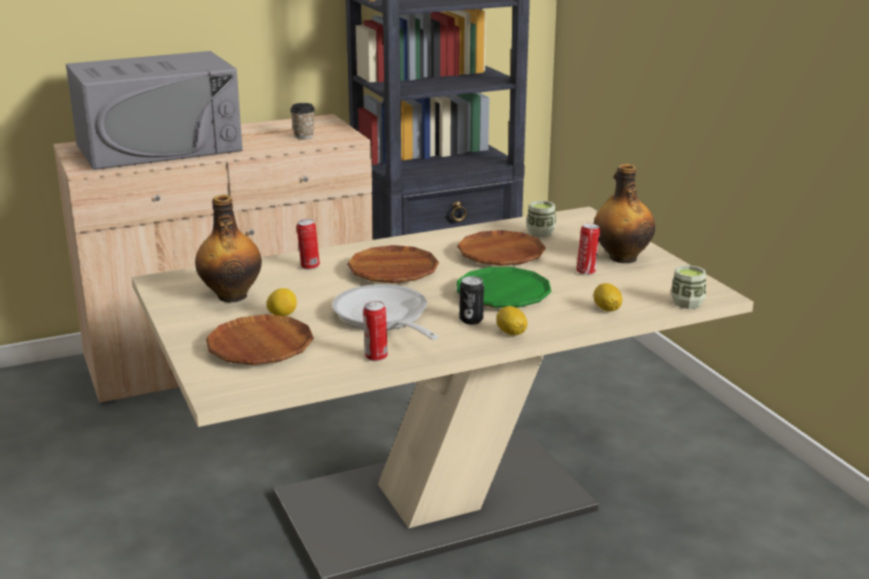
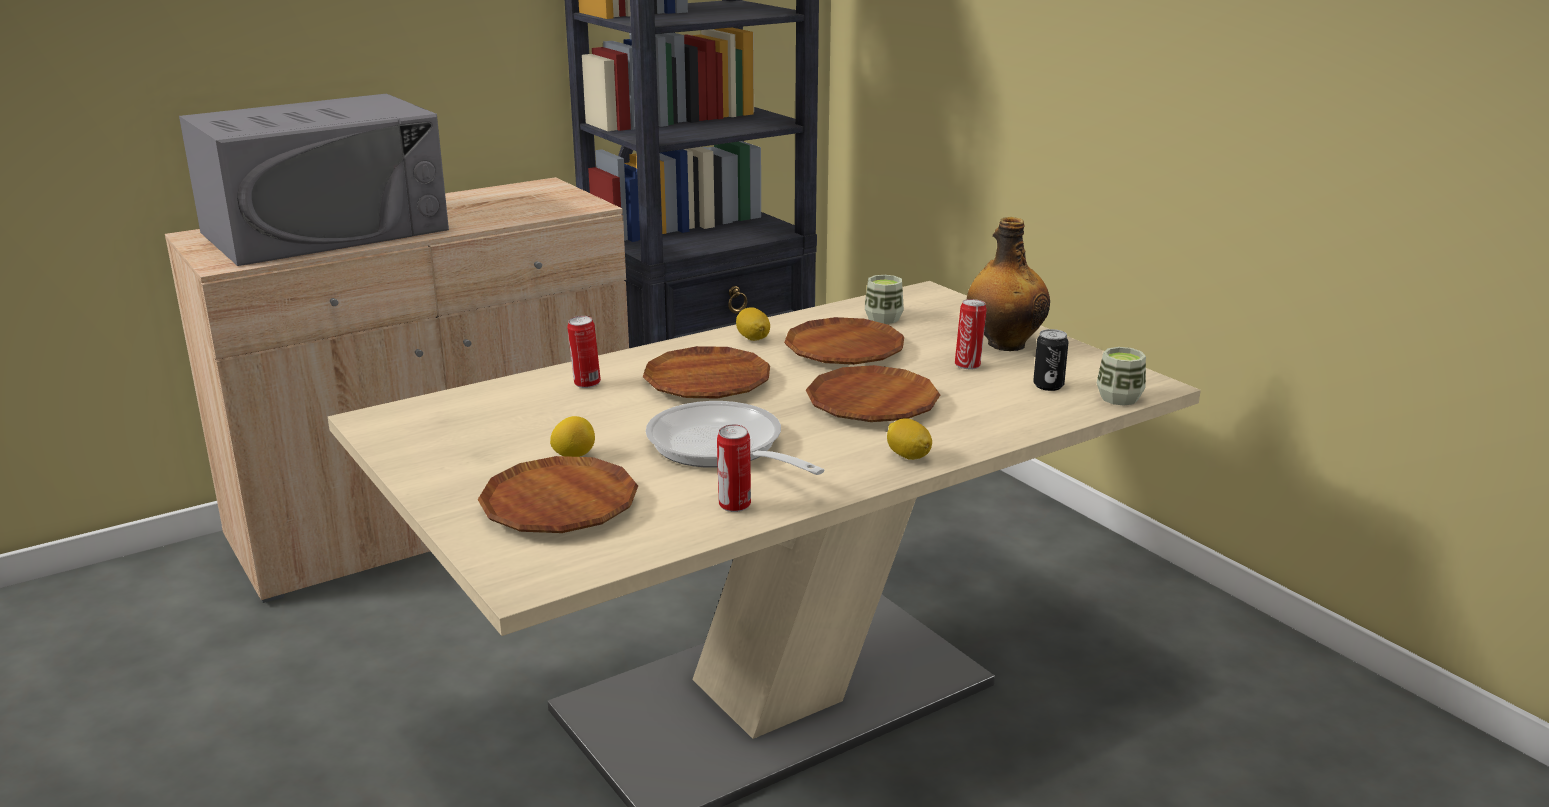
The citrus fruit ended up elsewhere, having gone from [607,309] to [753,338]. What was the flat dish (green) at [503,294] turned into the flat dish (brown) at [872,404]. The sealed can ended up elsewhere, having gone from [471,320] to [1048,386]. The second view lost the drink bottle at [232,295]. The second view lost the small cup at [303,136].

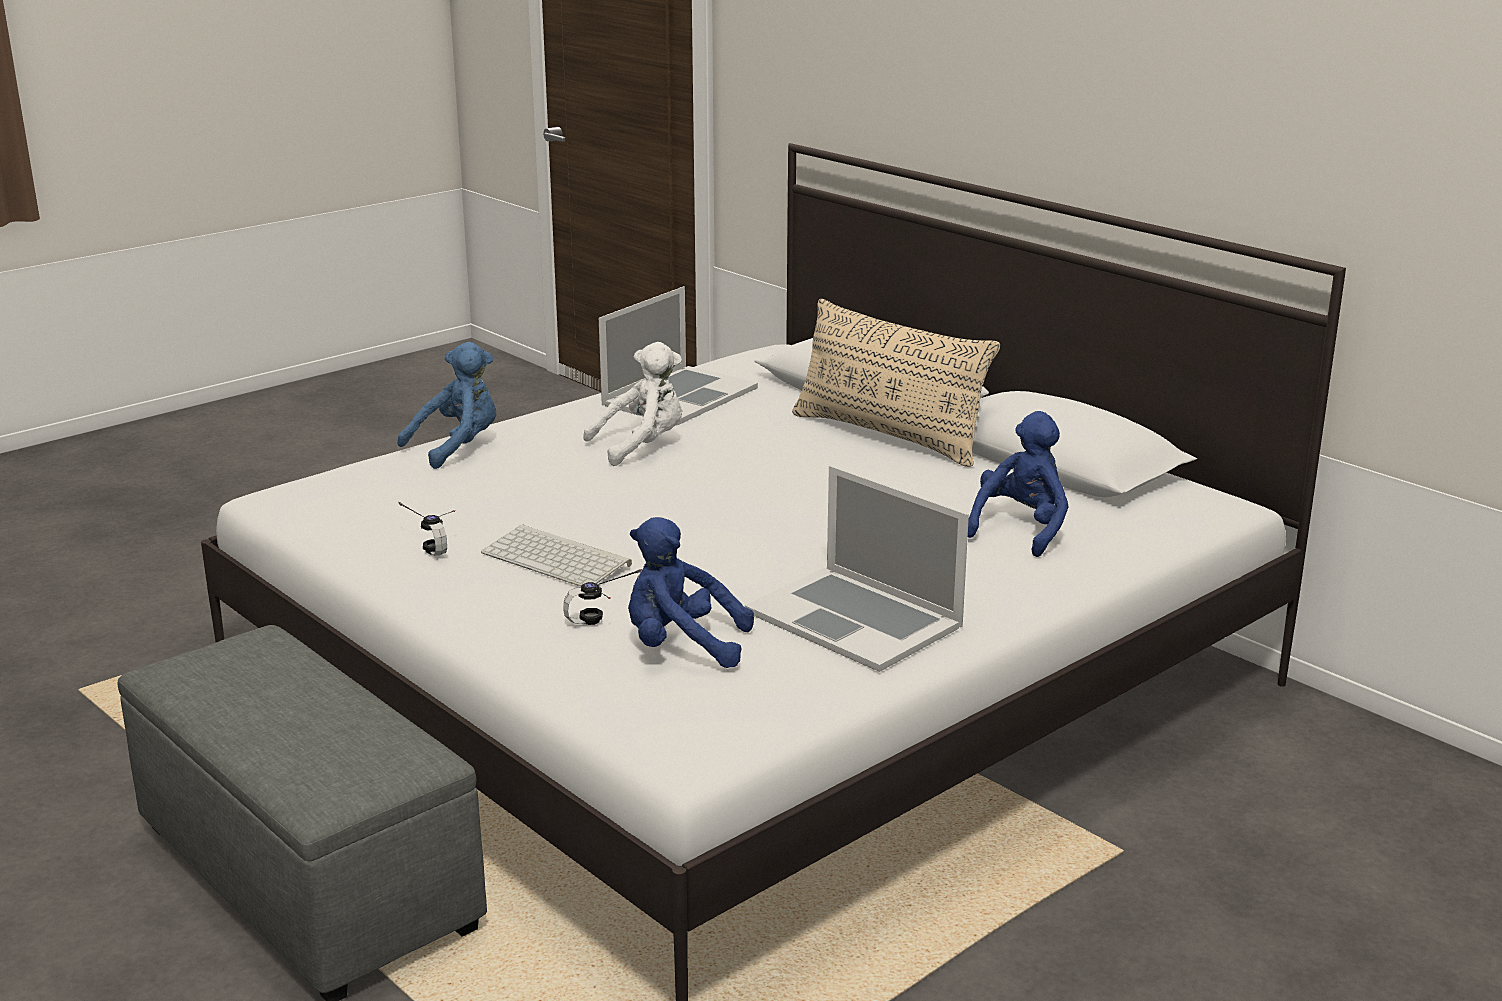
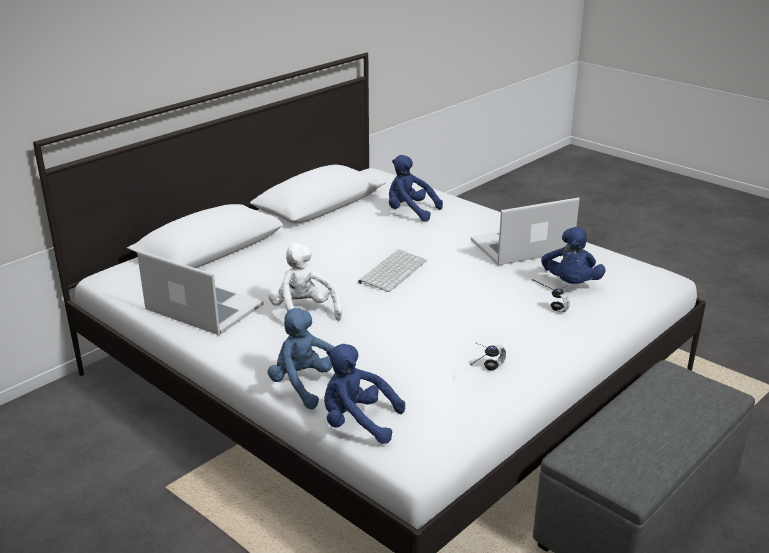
The second view gained the plush toy (blue) at [357,422]. The computer keyboard ended up elsewhere, having gone from [559,558] to [392,271]. The laptop at [854,618] ended up facing another way, 150 degrees counterclockwise from before. The second view lost the pillow (beige) at [888,436].

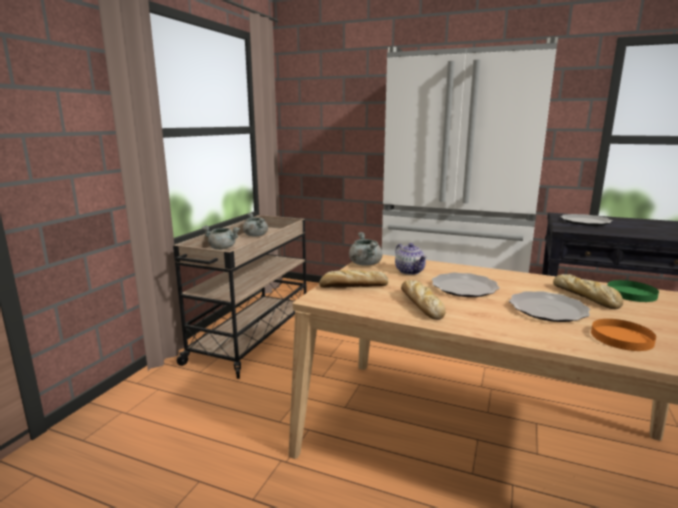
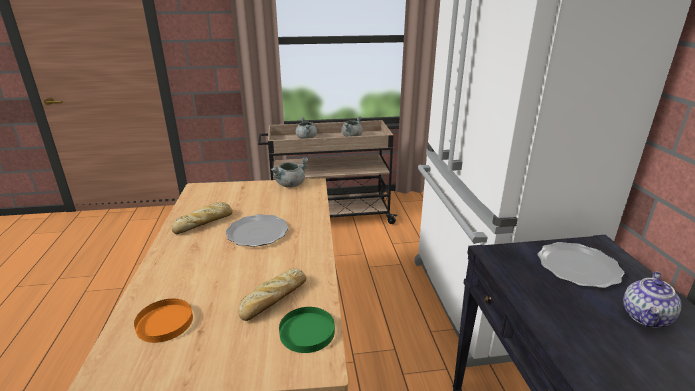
The teapot ended up elsewhere, having gone from [410,271] to [646,317]. The second view lost the baked bread at [352,286]. The second view lost the flat dish at [548,309].

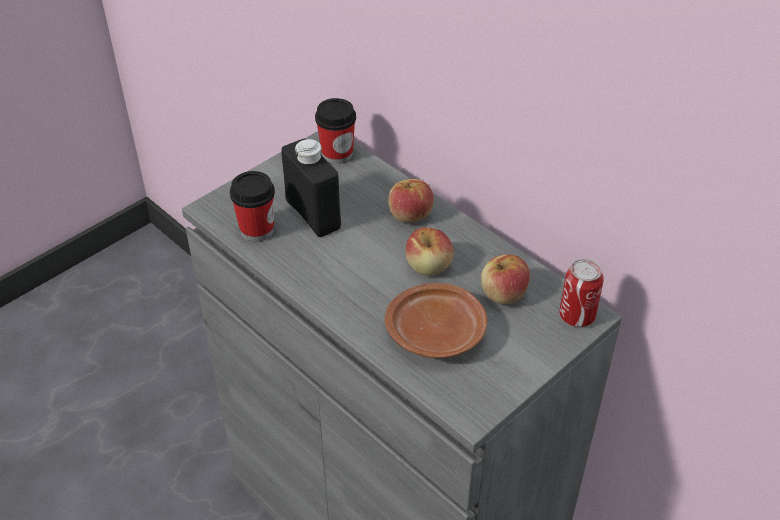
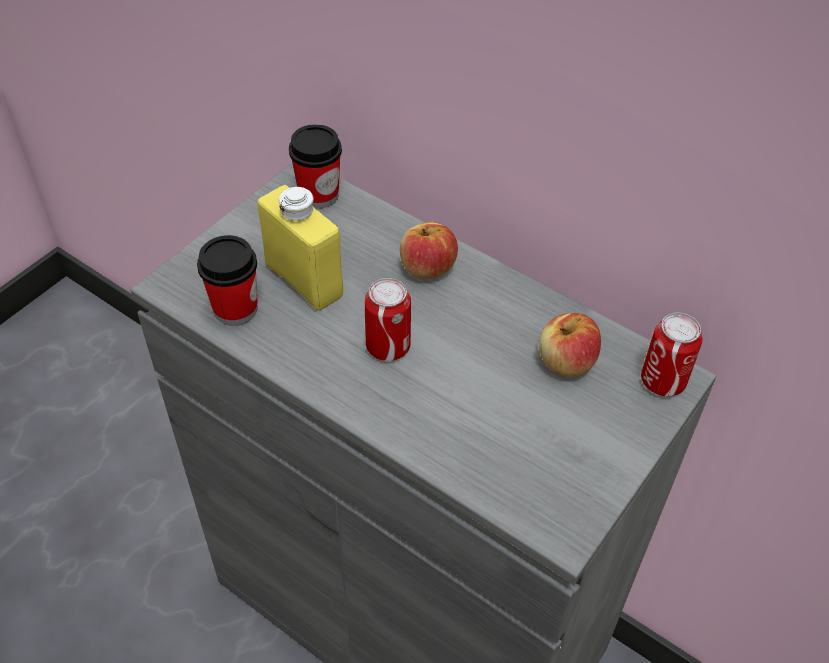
What was the drink bottle (black-coloured) at [313,214] turned into the drink bottle (yellow-coloured) at [304,280]. The second view gained the sealed can at [388,346]. The second view lost the flat dish (brown) at [437,332]. The second view lost the whole apple at [428,266].

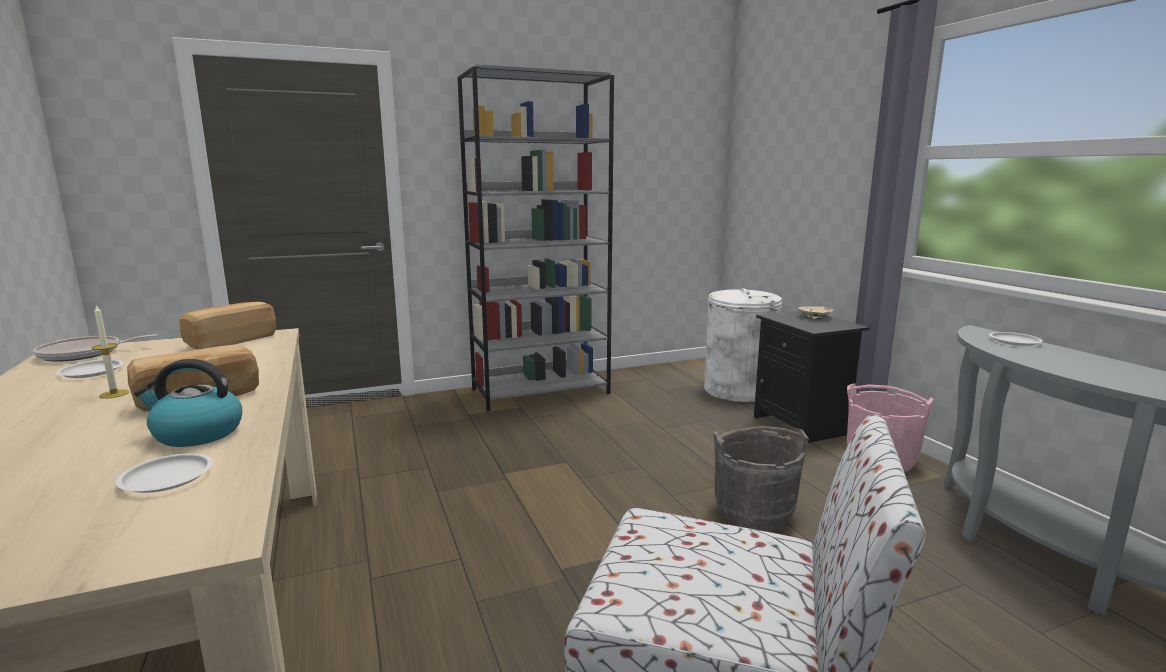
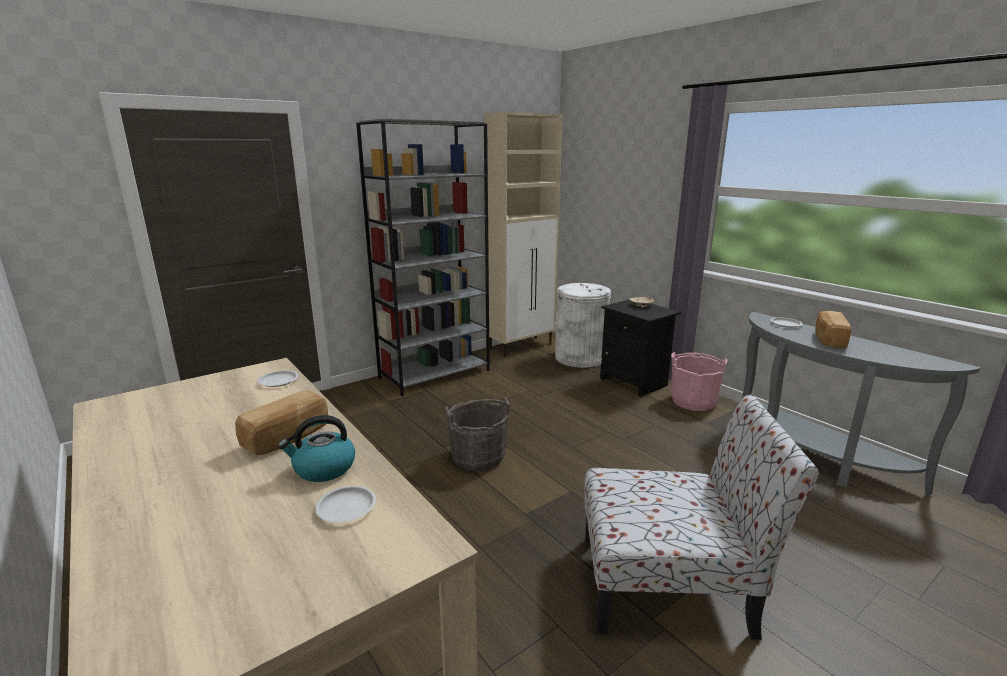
The flat dish (whitish) ended up elsewhere, having gone from [90,372] to [278,381]. The water bucket (grey) ended up elsewhere, having gone from [754,510] to [478,457]. The second view gained the cupboard (beige) at [521,346]. The baked bread ended up elsewhere, having gone from [231,341] to [828,339]. The second view lost the skillet at [84,354]. The second view lost the wax light at [114,394].

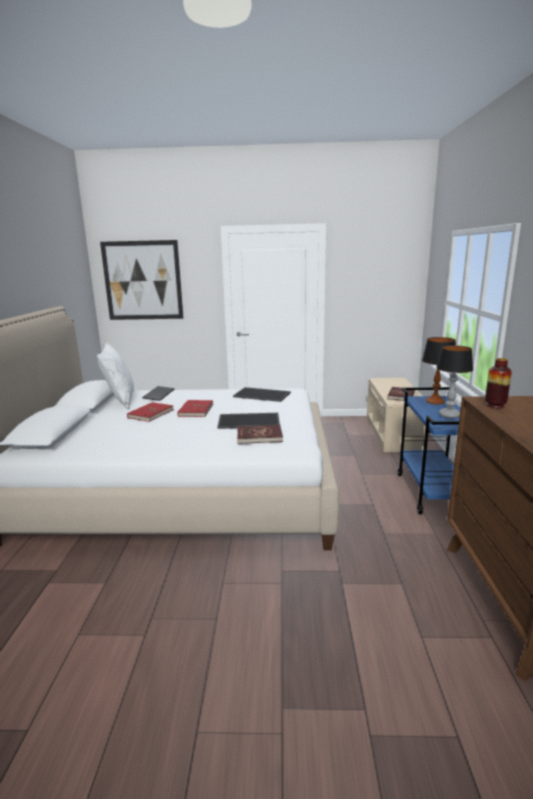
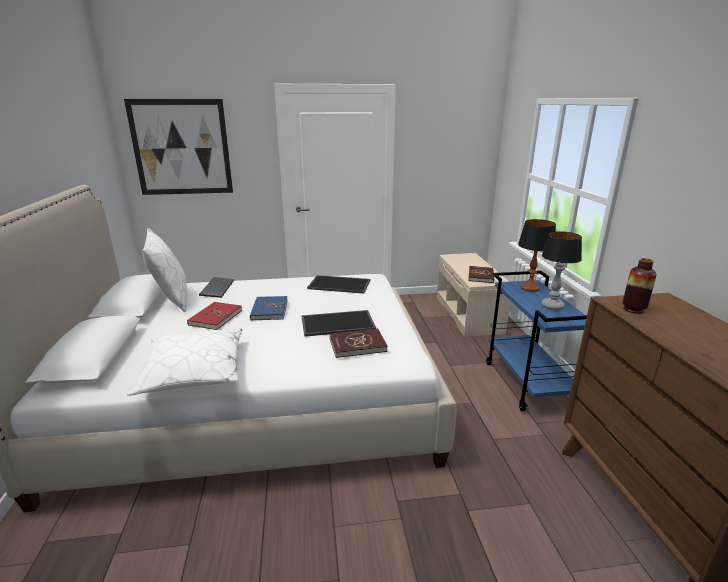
The second view gained the pillow (whitish) at [193,371]. What was the book (red-coloured) at [195,410] turned into the book (blue) at [269,310].

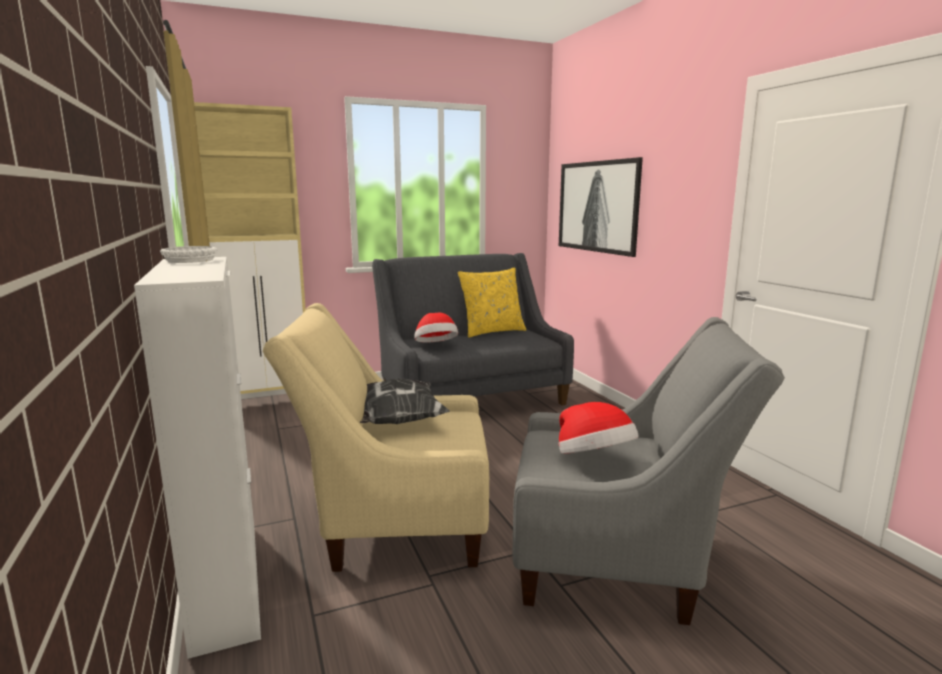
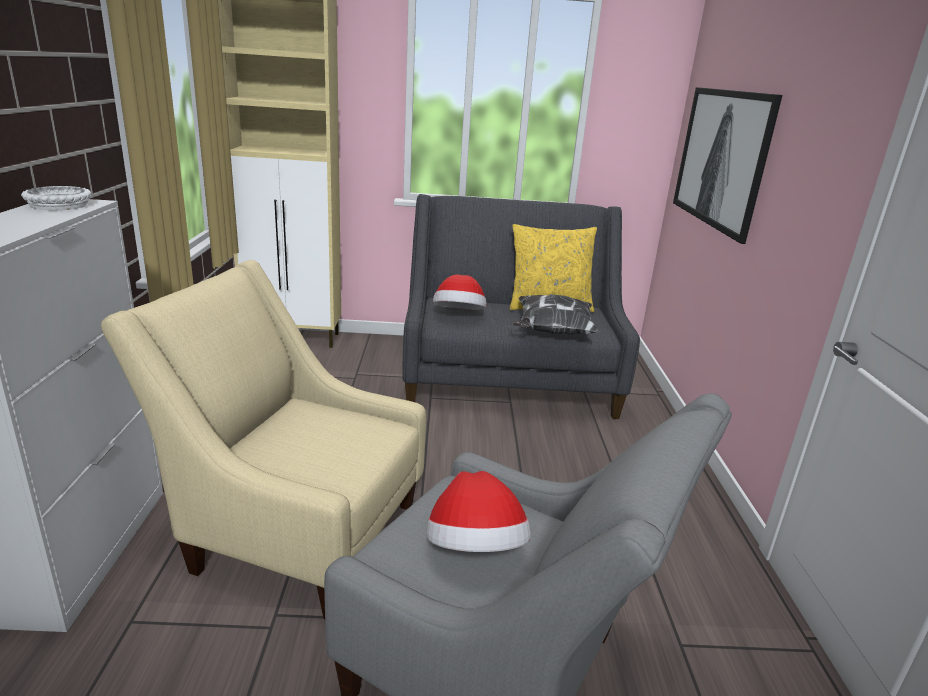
The pillow ended up elsewhere, having gone from [395,422] to [552,332].

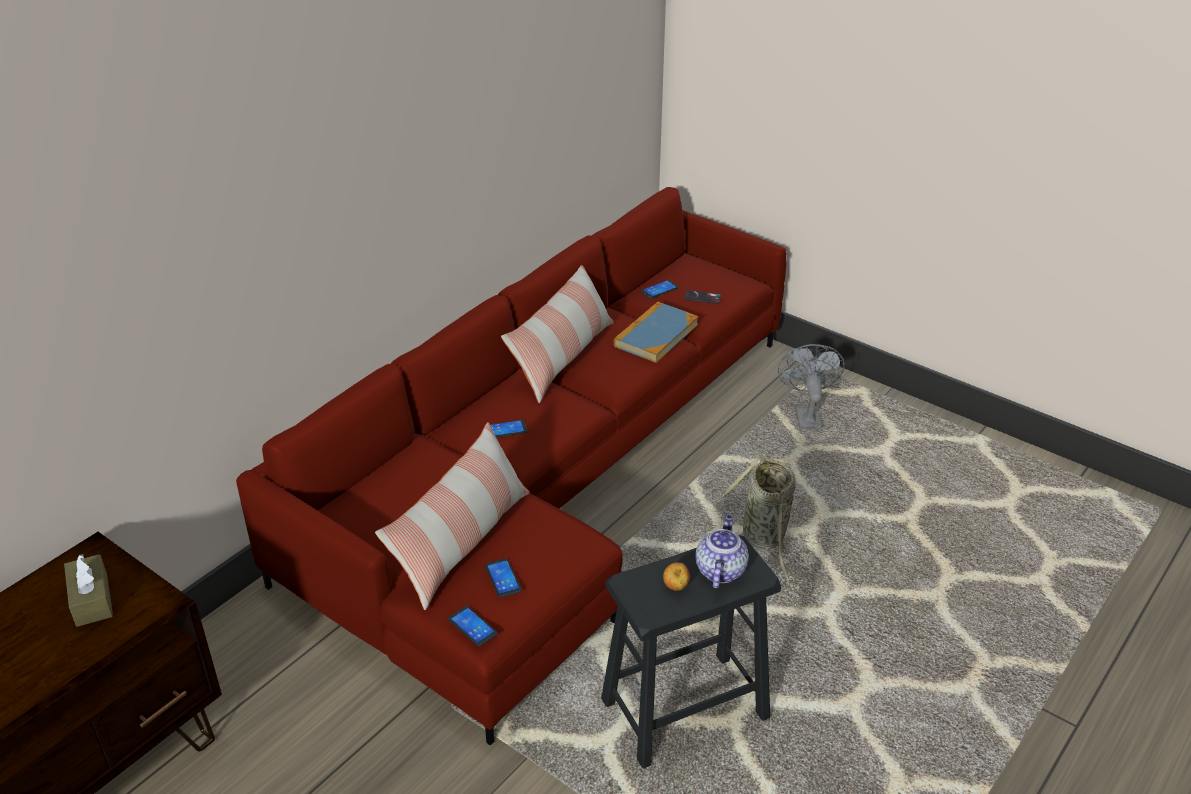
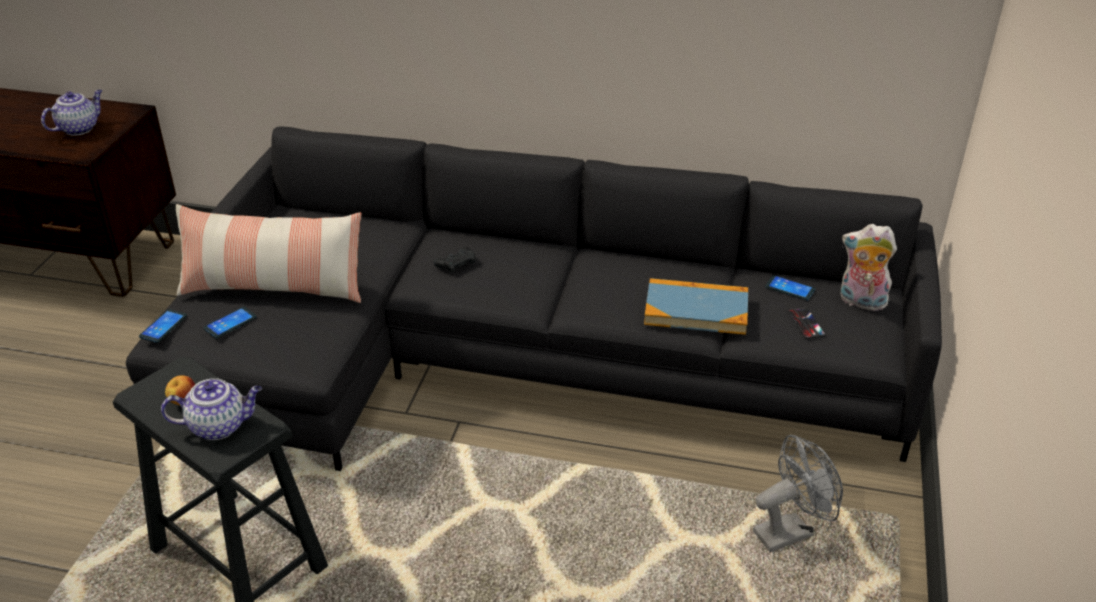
Where the tissue box (brown) stood at [92,600], the teapot came to stand at [79,128]. What was the settee (red-coloured) at [547,480] turned into the settee (black-coloured) at [520,360]. Where the phone stood at [505,430], the gamepad (black-coloured) came to stand at [456,264]. The second view gained the plush toy at [860,302]. The second view lost the pillow at [562,357]. The second view lost the basket at [765,539].

